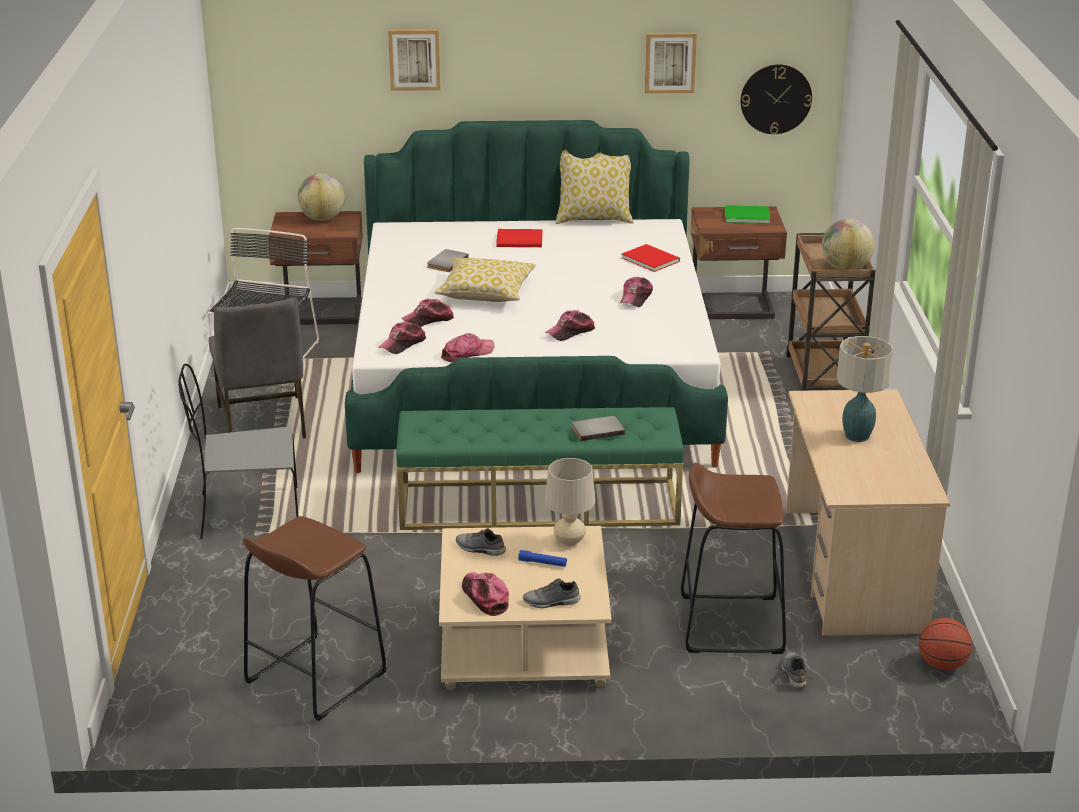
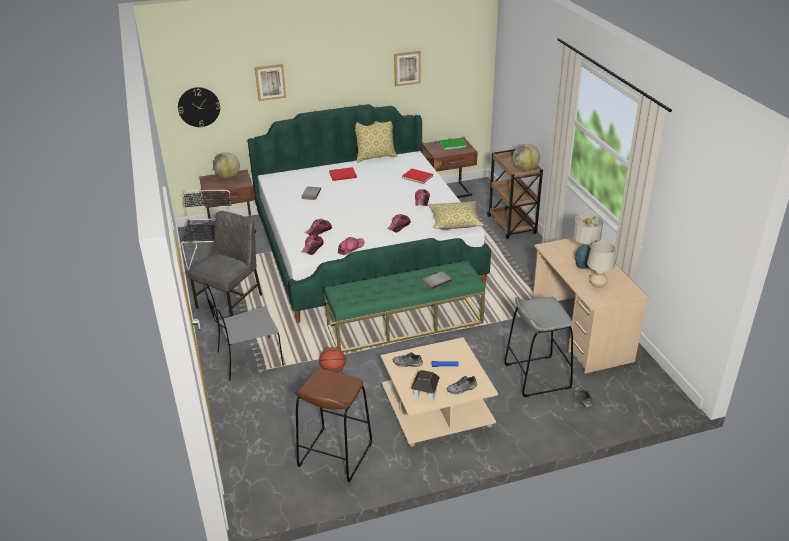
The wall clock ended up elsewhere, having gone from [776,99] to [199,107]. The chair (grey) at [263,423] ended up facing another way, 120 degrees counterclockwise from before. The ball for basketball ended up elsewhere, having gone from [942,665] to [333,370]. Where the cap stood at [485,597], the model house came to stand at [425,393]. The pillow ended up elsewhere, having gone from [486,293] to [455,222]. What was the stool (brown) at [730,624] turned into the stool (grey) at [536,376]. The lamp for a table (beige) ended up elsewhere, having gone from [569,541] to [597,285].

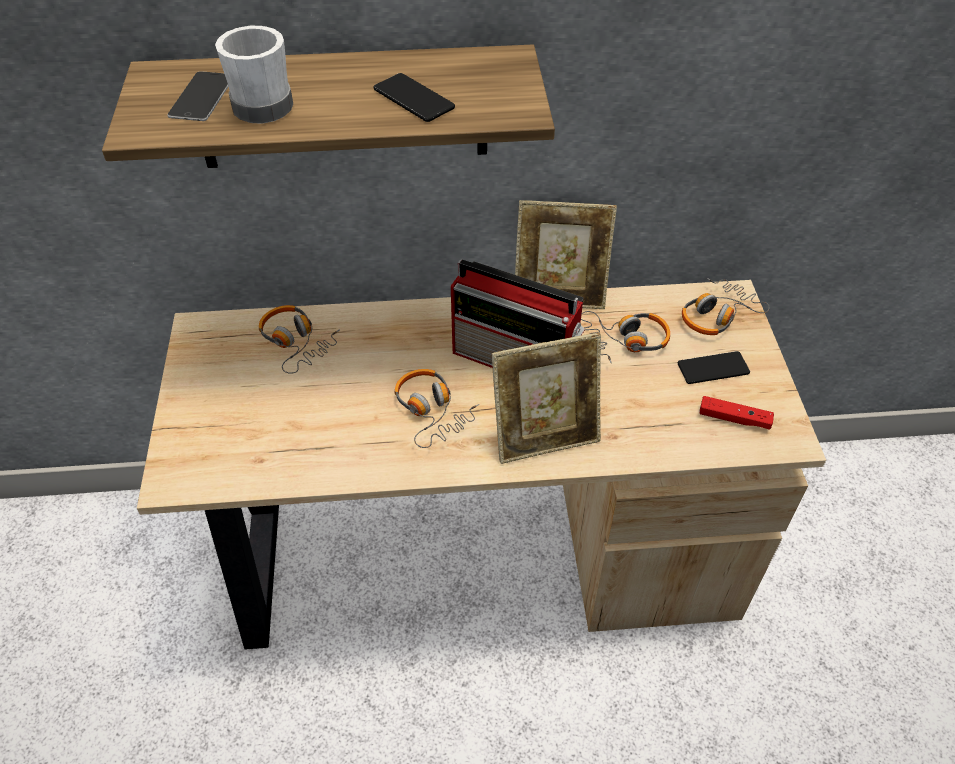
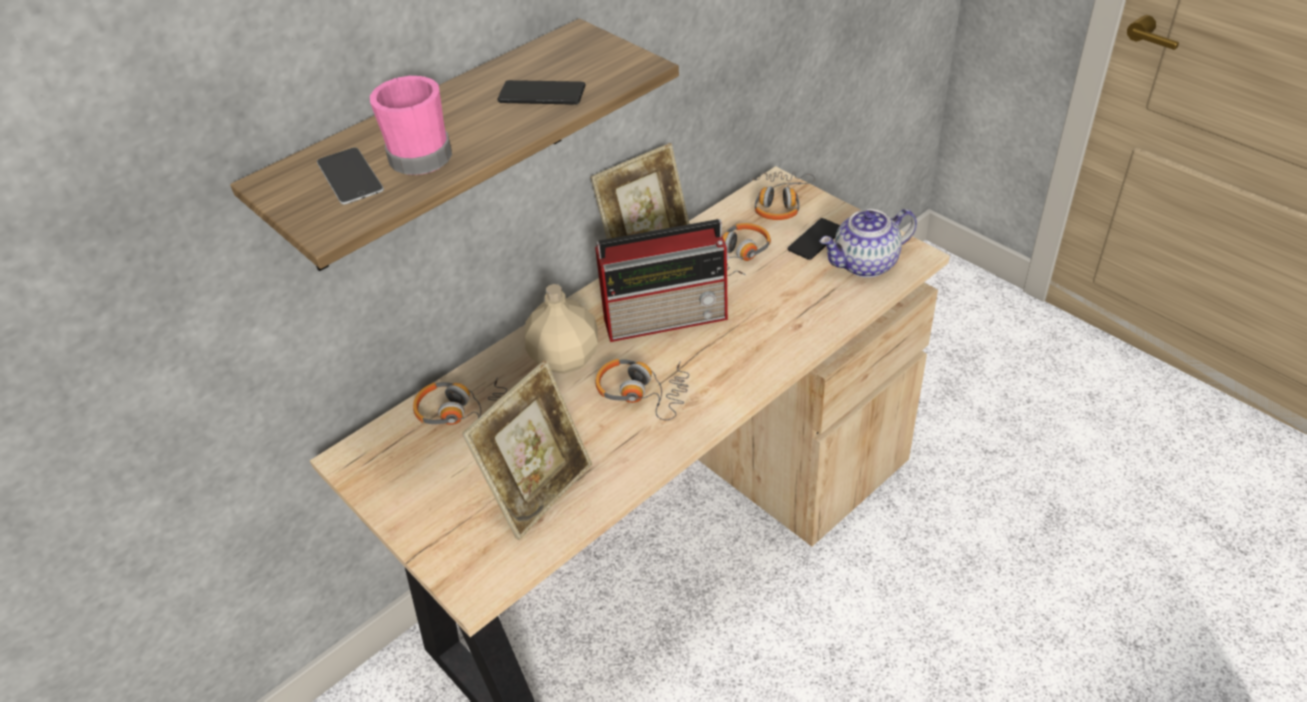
What was the mug (whitish) at [263,103] turned into the mug (pinkish) at [416,155]. The picture frame ended up elsewhere, having gone from [545,437] to [540,491]. The second view gained the drink bottle (beige) at [566,358]. Where the gamepad (red-coloured) stood at [734,419], the teapot came to stand at [865,264].

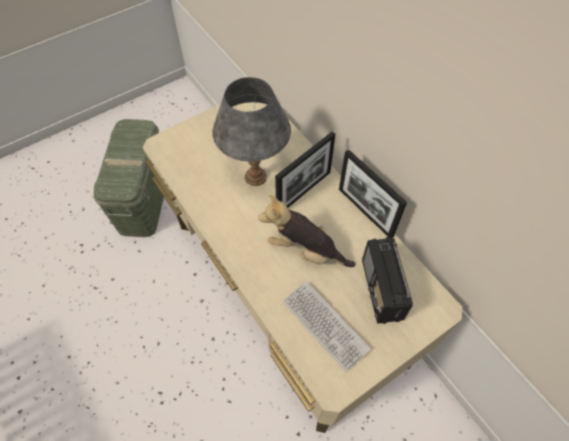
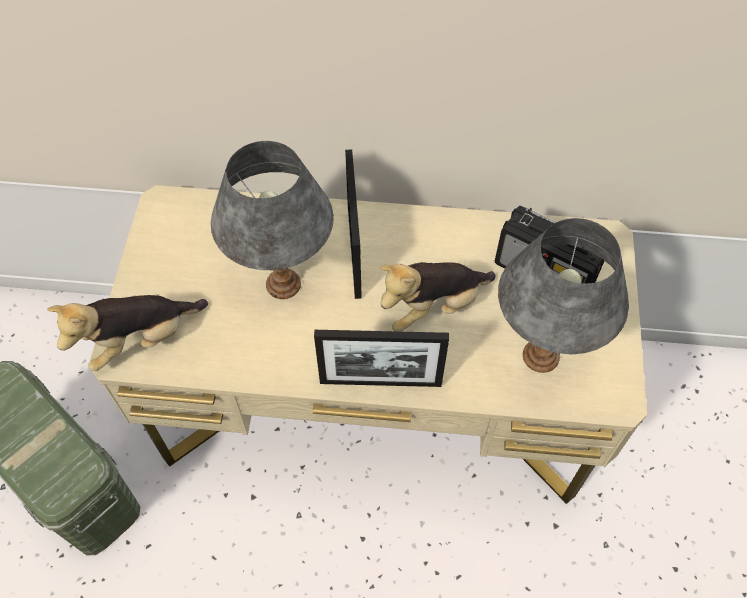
The second view gained the plush toy at [140,340]. The picture frame ended up elsewhere, having gone from [365,212] to [380,382]. Where the computer keyboard stood at [325,325], the lamp for a table (grey) came to stand at [541,355].

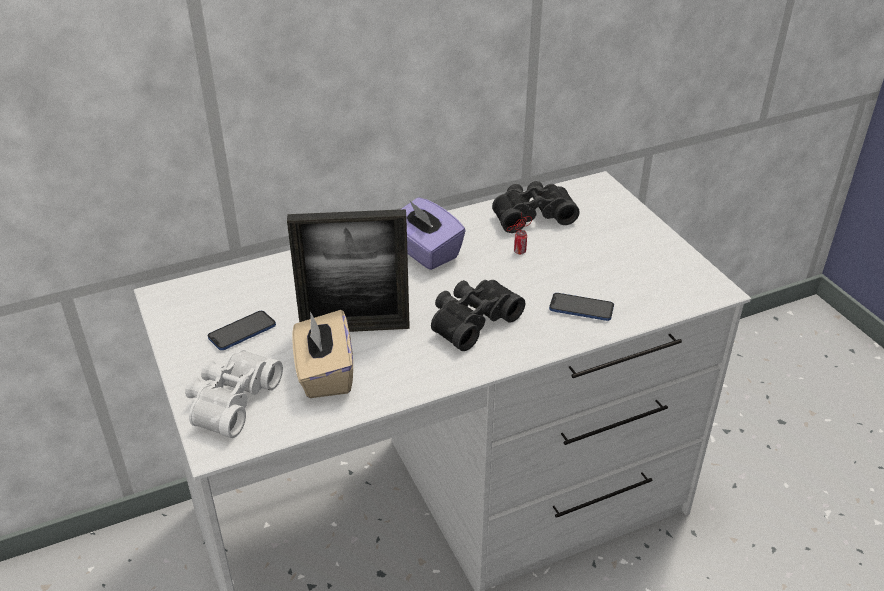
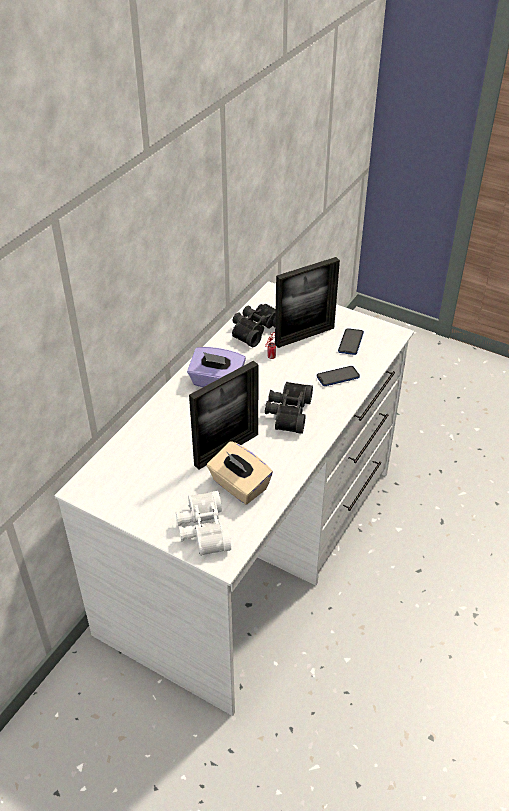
The second view gained the picture frame at [304,336]. The phone ended up elsewhere, having gone from [242,332] to [350,342].

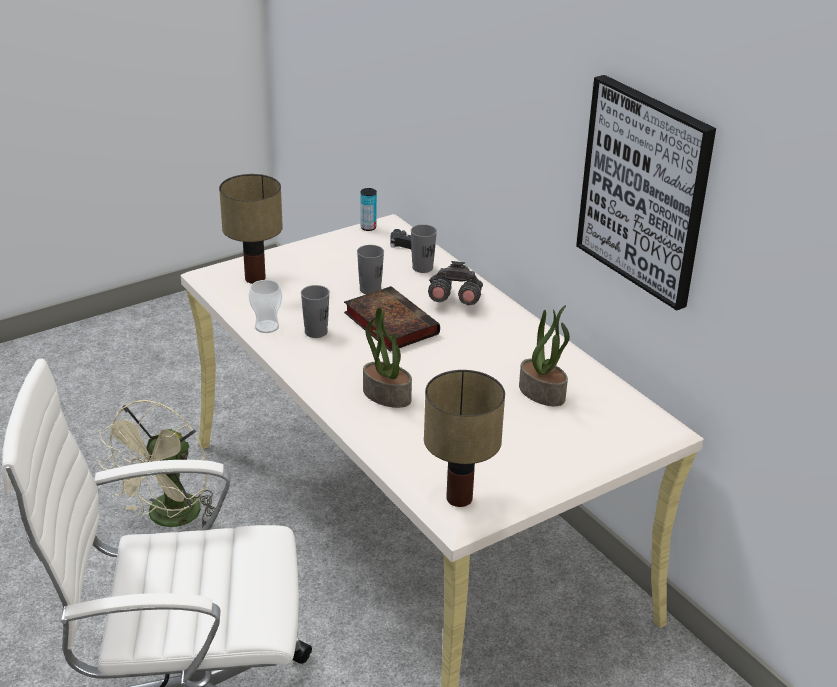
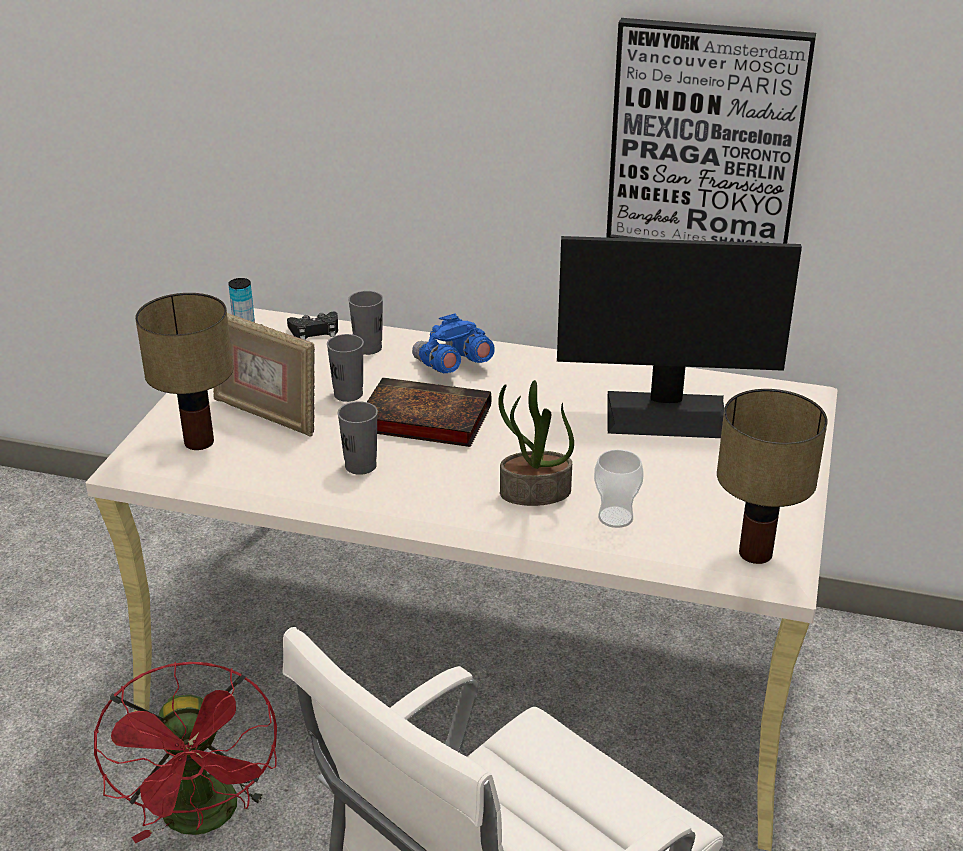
What was the electric fan (beige) at [169,519] turned into the electric fan (red-coloured) at [204,820]. The second view gained the picture frame at [266,415]. What was the field glasses (grey) at [454,301] turned into the field glasses (blue) at [452,366]. Where the houseplant stood at [543,393], the monitor came to stand at [667,414]. The small cup ended up elsewhere, having gone from [267,327] to [615,517].

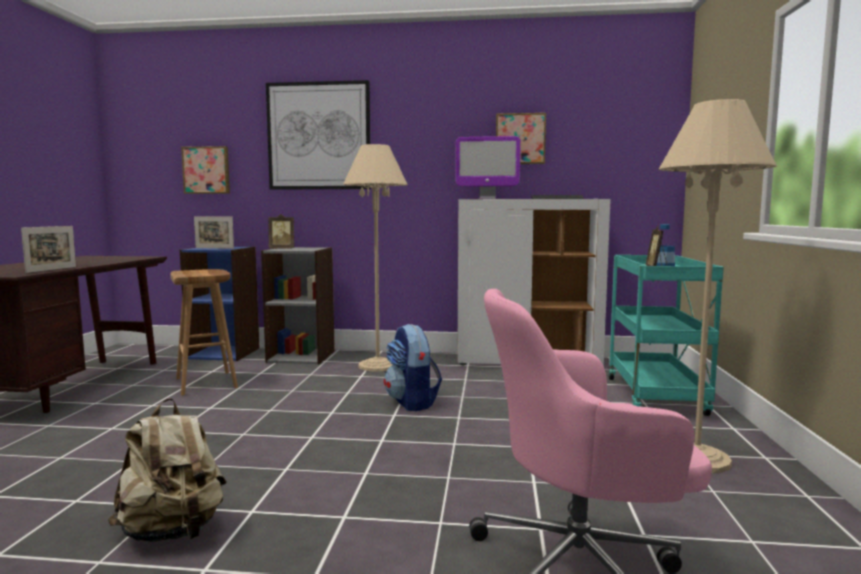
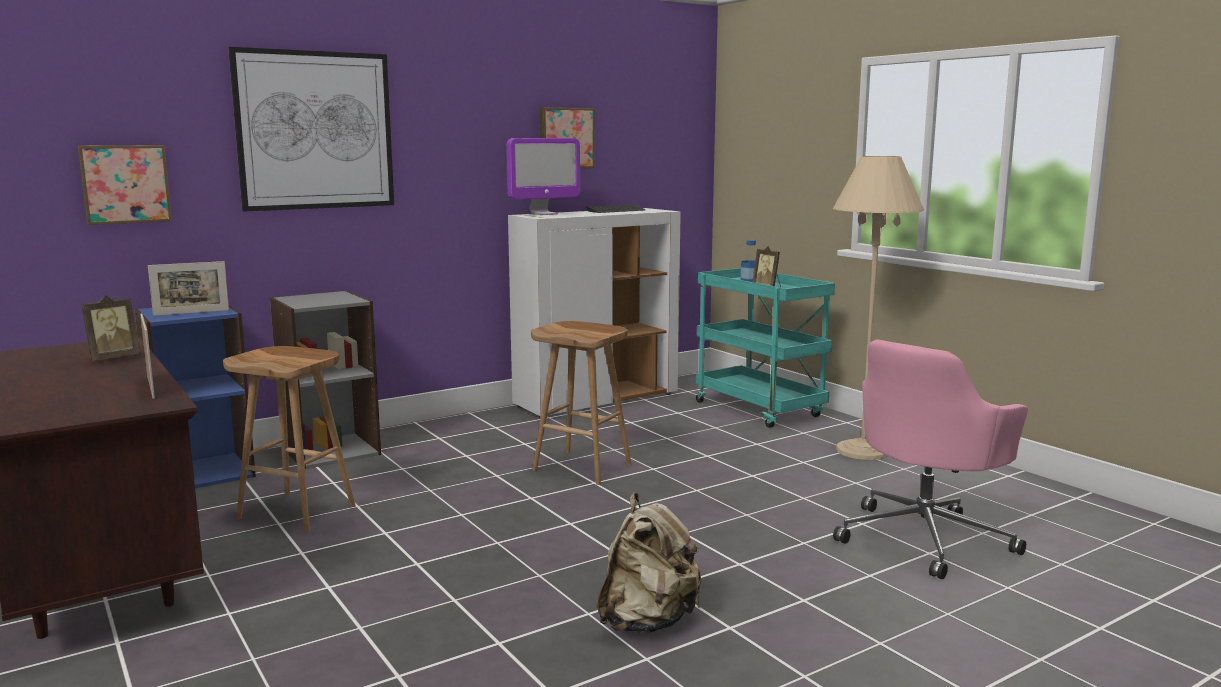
The picture frame ended up elsewhere, having gone from [282,249] to [112,358]. Where the rucksack stood at [412,403], the stool (brown) came to stand at [584,467]. The second view lost the standing lamp (beige) at [377,366].

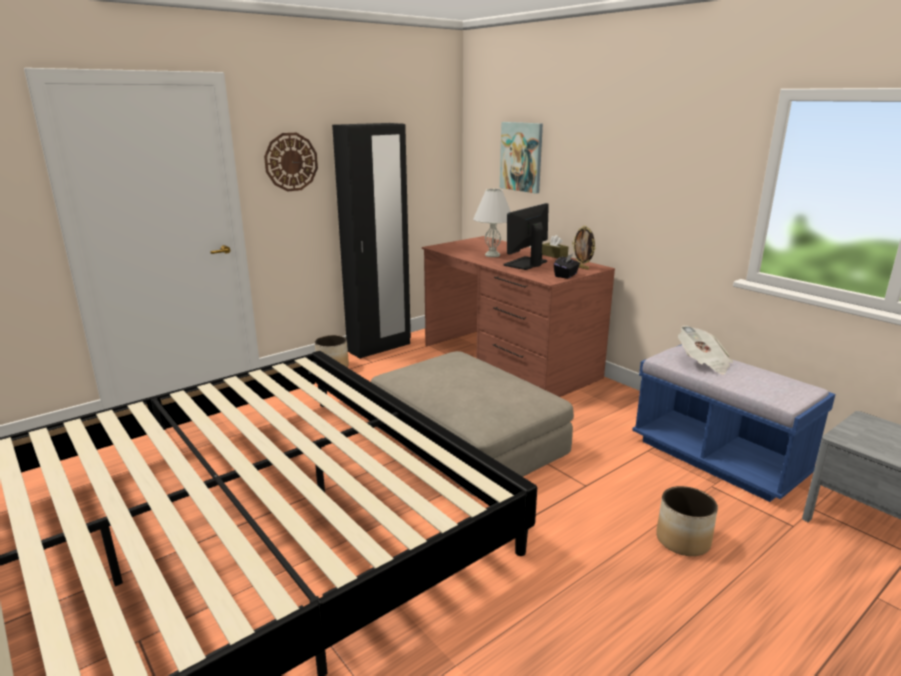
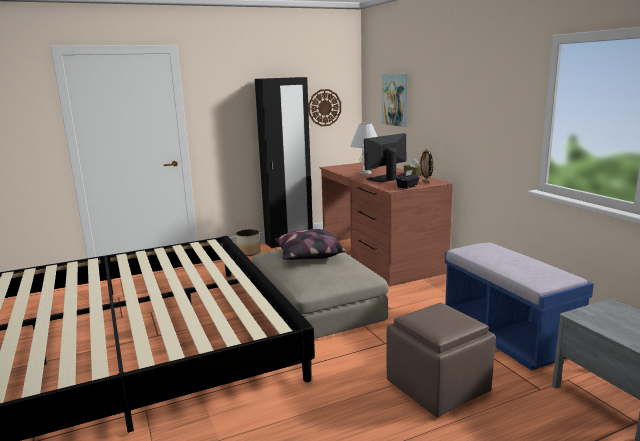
The second view gained the pillow at [308,256]. The wall clock ended up elsewhere, having gone from [291,162] to [324,107]. Where the flower pot stood at [683,541], the footrest (brown) came to stand at [437,388]. The second view lost the printed paper at [703,363].

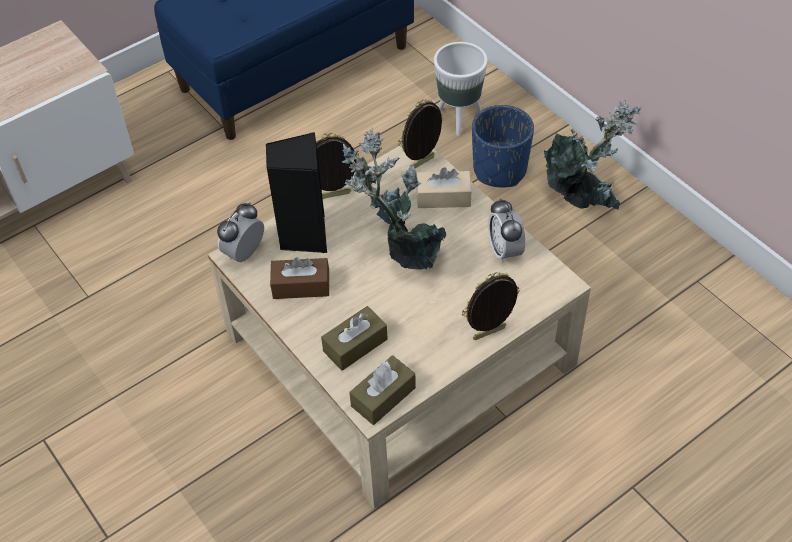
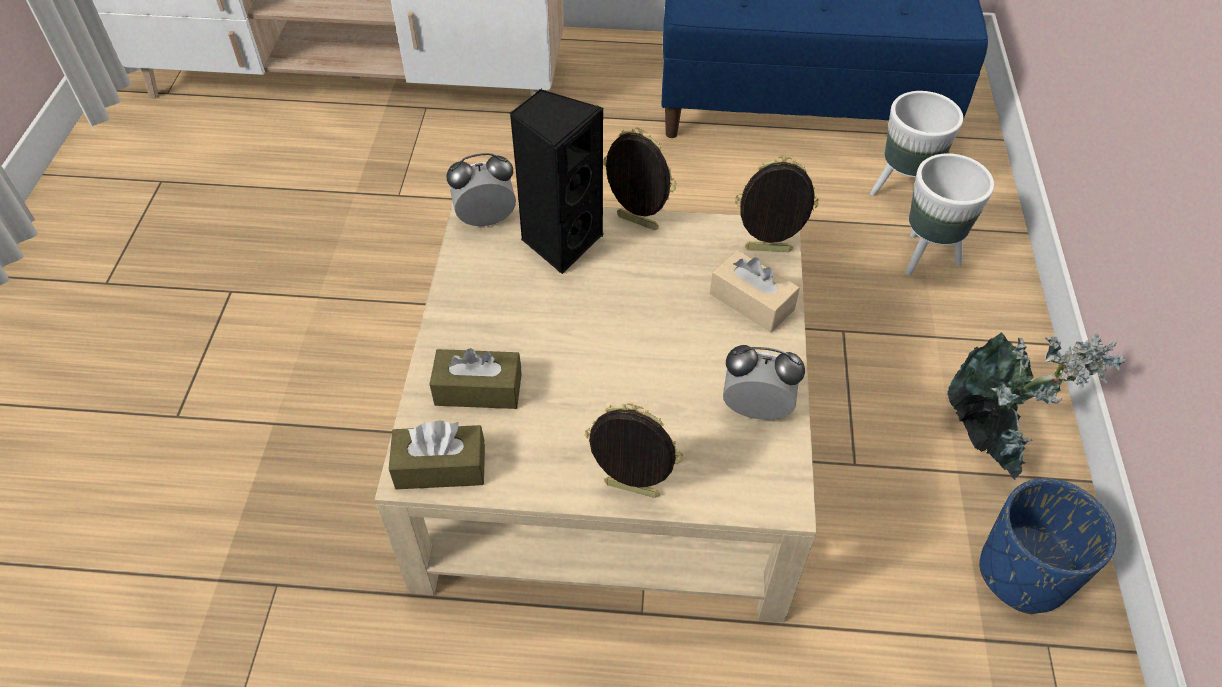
The bedside clock at [504,251] ended up facing another way, 75 degrees clockwise from before. The second view gained the flower pot (whitish) at [902,193]. The flower pot (blue) ended up elsewhere, having gone from [499,169] to [1023,572]. The second view lost the tissue box (brown) at [301,286]. The second view lost the houseplant at [400,252].

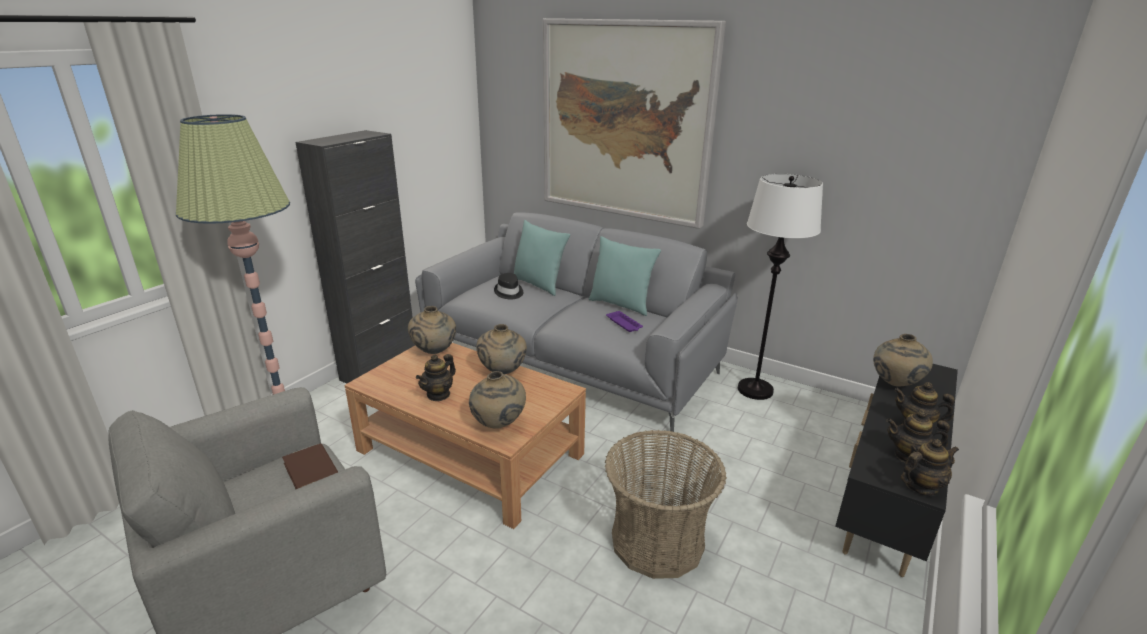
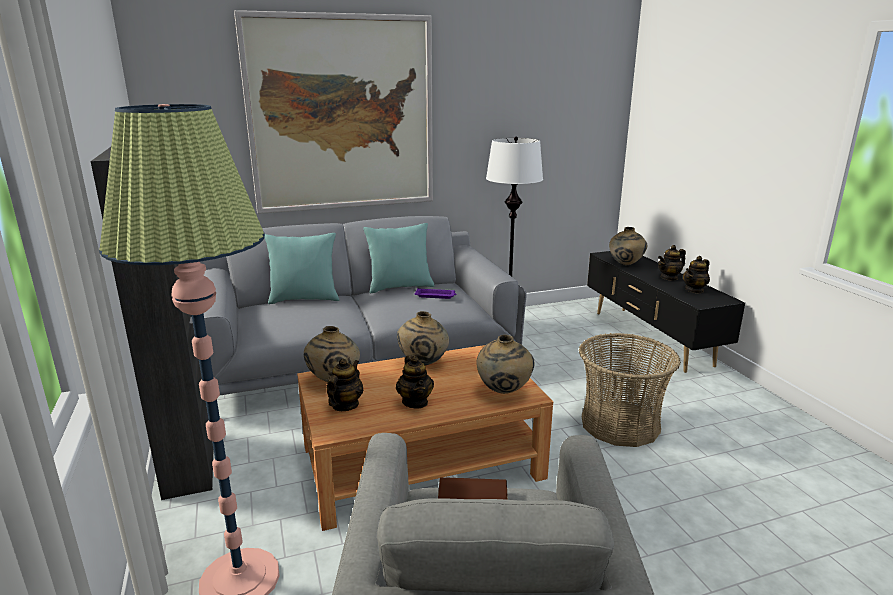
The teapot ended up elsewhere, having gone from [921,487] to [345,405]. The second view lost the wearable hat (black-coloured) at [509,292].

